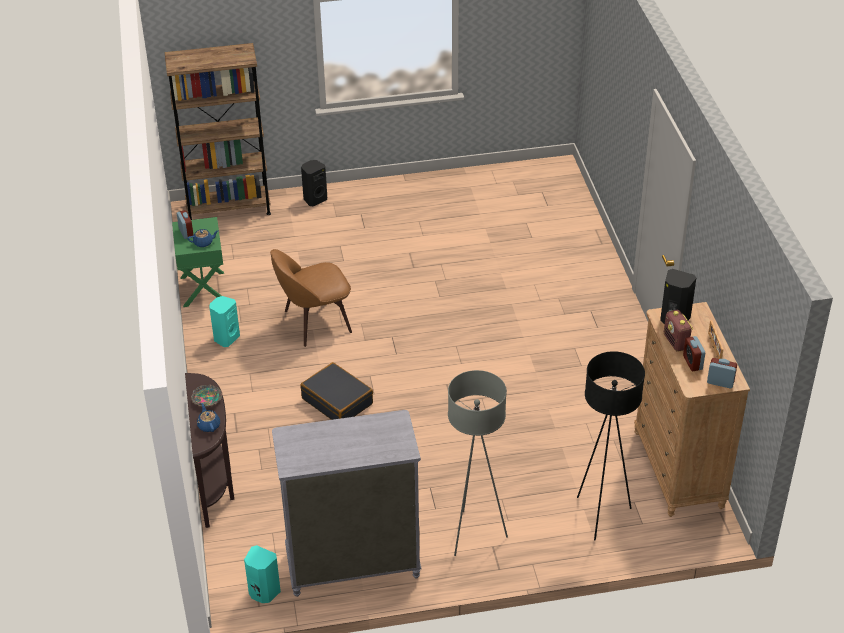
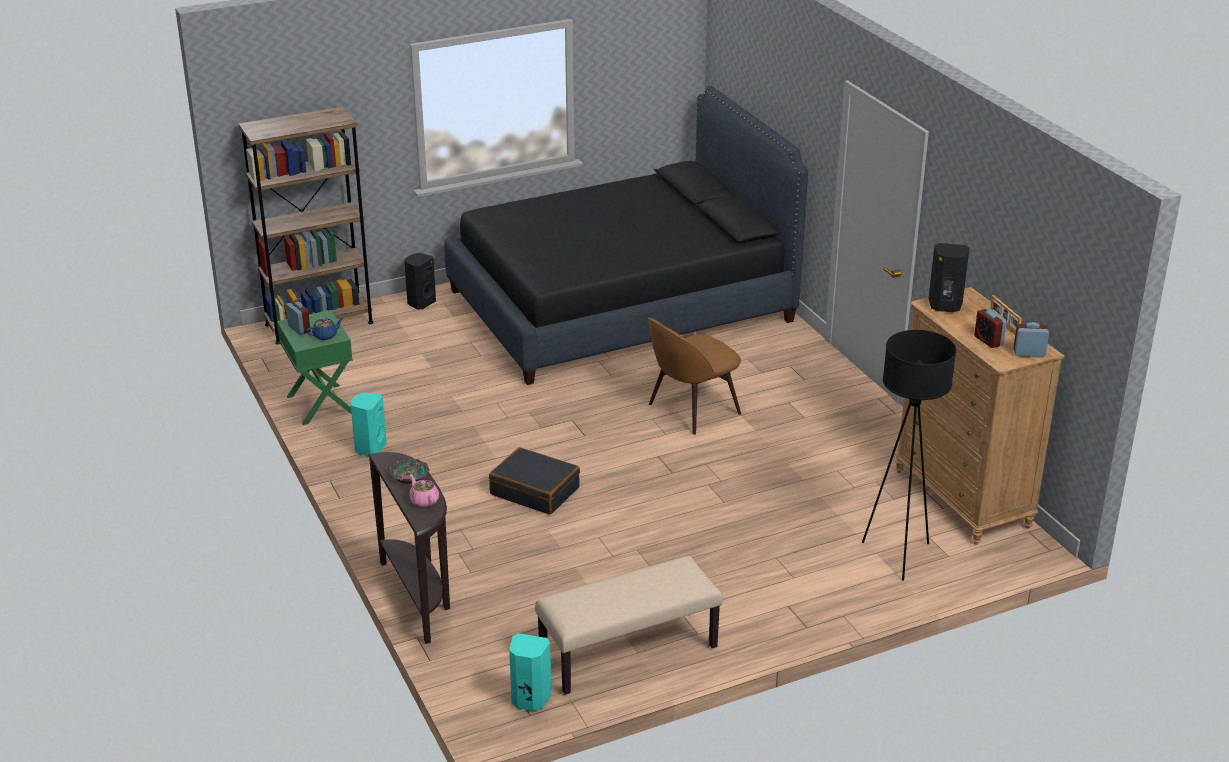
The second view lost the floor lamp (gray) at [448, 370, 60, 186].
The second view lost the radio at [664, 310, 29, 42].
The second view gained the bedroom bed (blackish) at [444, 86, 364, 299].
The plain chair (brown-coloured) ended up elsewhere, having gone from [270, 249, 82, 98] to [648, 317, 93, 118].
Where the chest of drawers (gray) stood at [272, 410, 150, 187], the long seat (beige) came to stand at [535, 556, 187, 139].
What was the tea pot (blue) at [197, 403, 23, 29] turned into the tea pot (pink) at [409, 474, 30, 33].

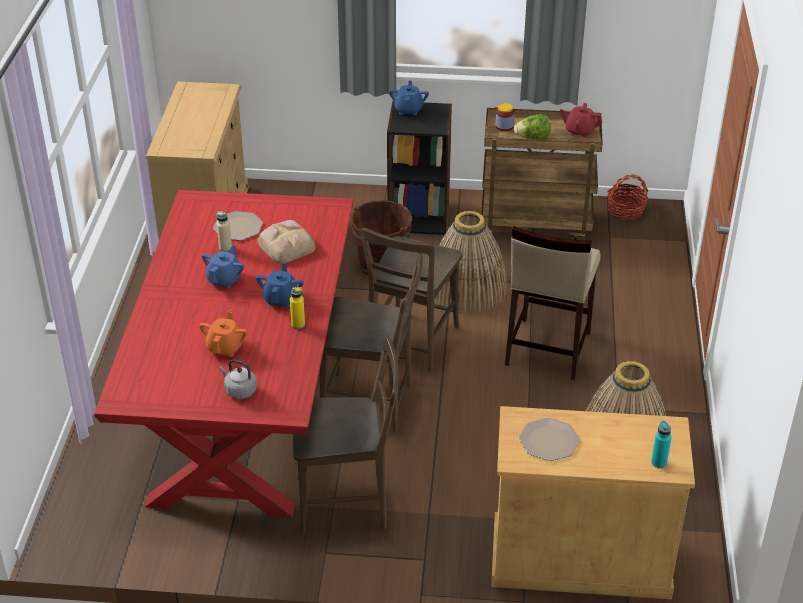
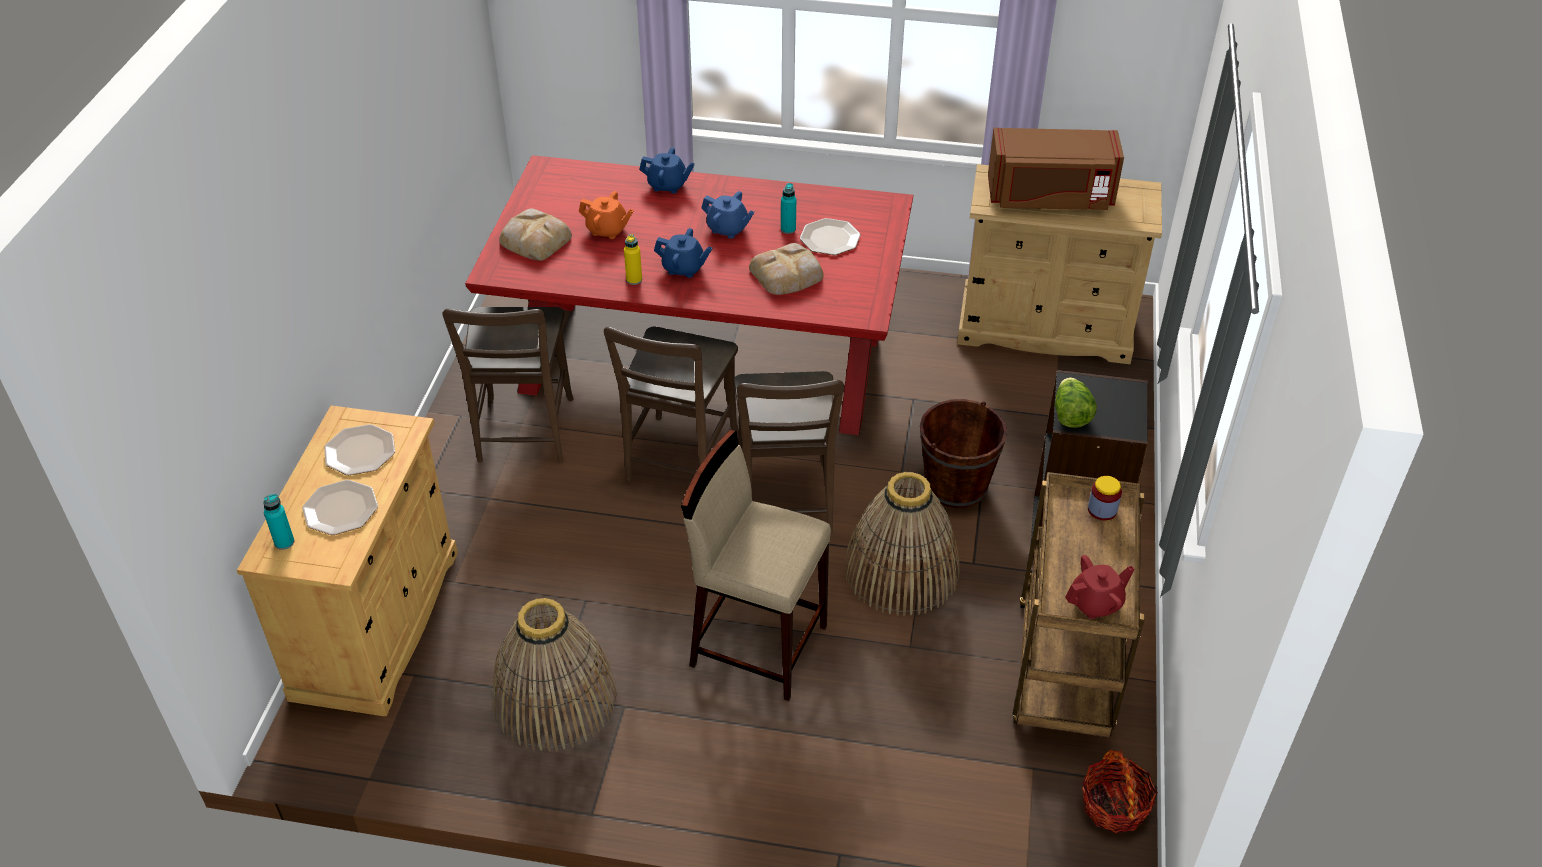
The second view gained the flat dish at [302, 480, 76, 55].
The second view gained the kitchen microwave (brown-coloured) at [988, 128, 136, 82].
The tea pot (blue) ended up elsewhere, having gone from [389, 80, 40, 35] to [639, 147, 56, 47].
The lettuce ended up elsewhere, having gone from [514, 114, 37, 26] to [1055, 377, 42, 51].
Where the water kettle (gray) stood at [219, 359, 38, 40], the bread came to stand at [499, 208, 73, 53].
What was the bottle (beige) at [217, 211, 15, 41] turned into the bottle (blue-green) at [781, 183, 15, 51].
The plain chair (brown-coloured) at [361, 228, 102, 144] ended up facing another way, 120 degrees counterclockwise from before.
The tea pot (red) at [560, 103, 42, 34] ended up facing another way, 45 degrees clockwise from before.

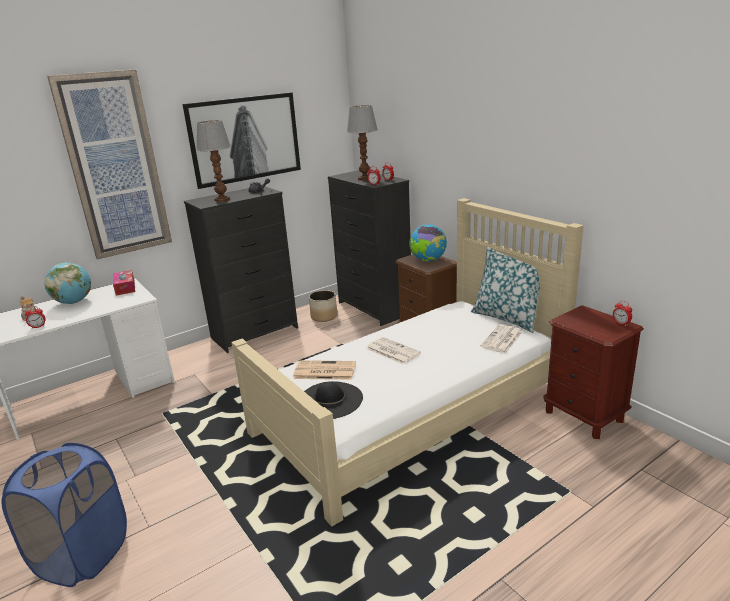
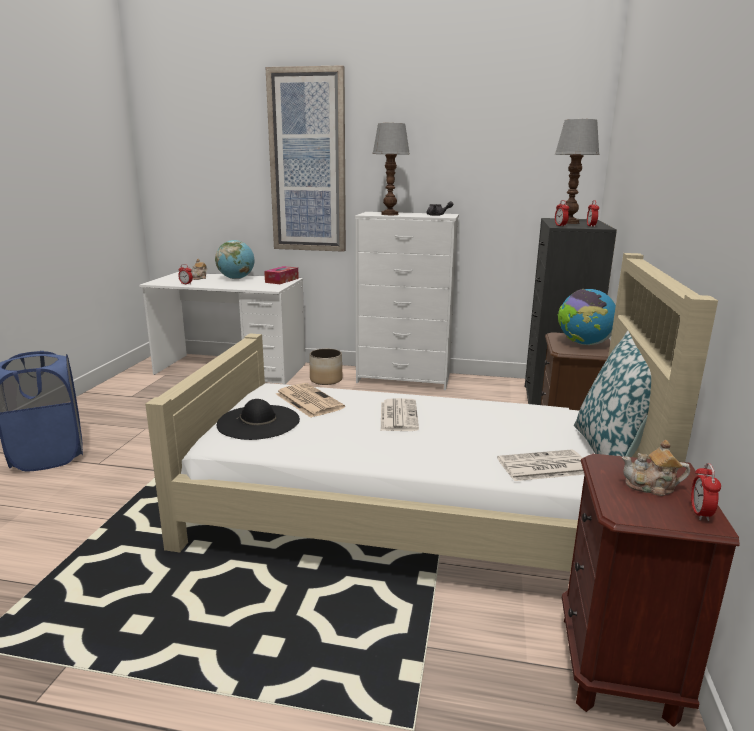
The second view lost the wall art at [183, 92, 118, 97].
The second view gained the tea pot at [622, 440, 68, 56].
The planter ended up elsewhere, having gone from [309, 290, 28, 32] to [309, 349, 33, 36].
What was the chest of drawers (blackish) at [184, 187, 114, 166] turned into the chest of drawers (whitish) at [355, 212, 104, 178].

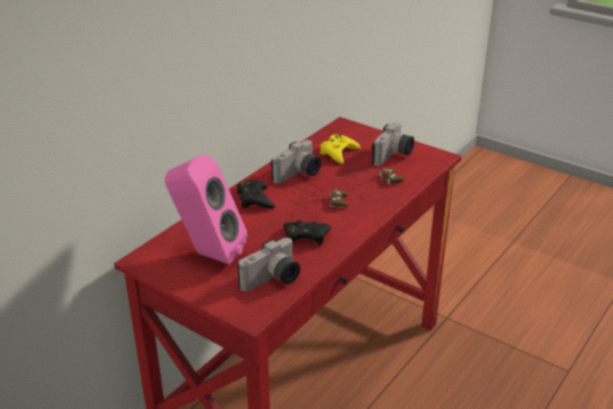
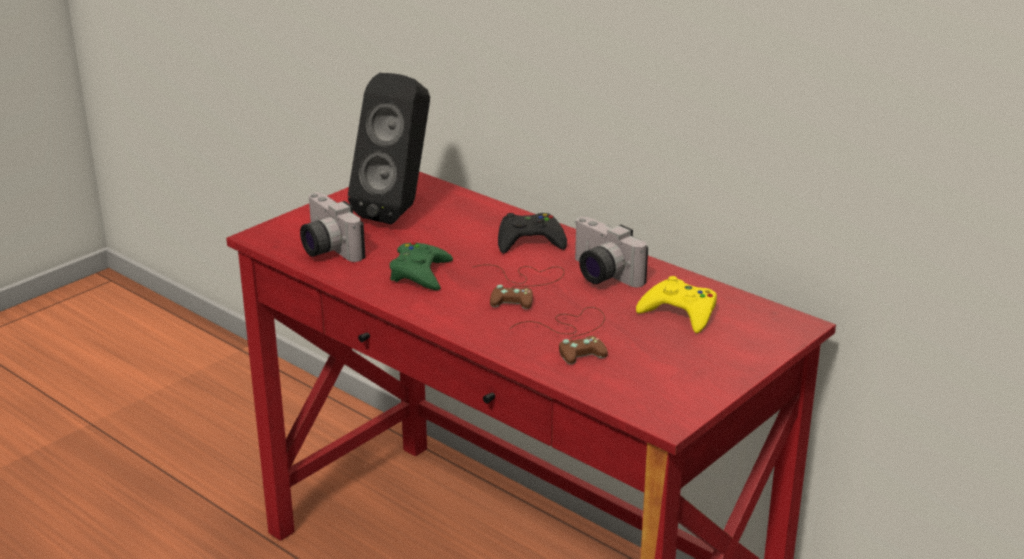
The second view lost the photo camera at [372, 122, 42, 44].
What was the audio speaker (pink) at [165, 155, 82, 110] turned into the audio speaker (blackish) at [348, 73, 82, 151].
What was the game controller (blackish) at [283, 220, 48, 26] turned into the game controller (greenish) at [390, 242, 63, 48].

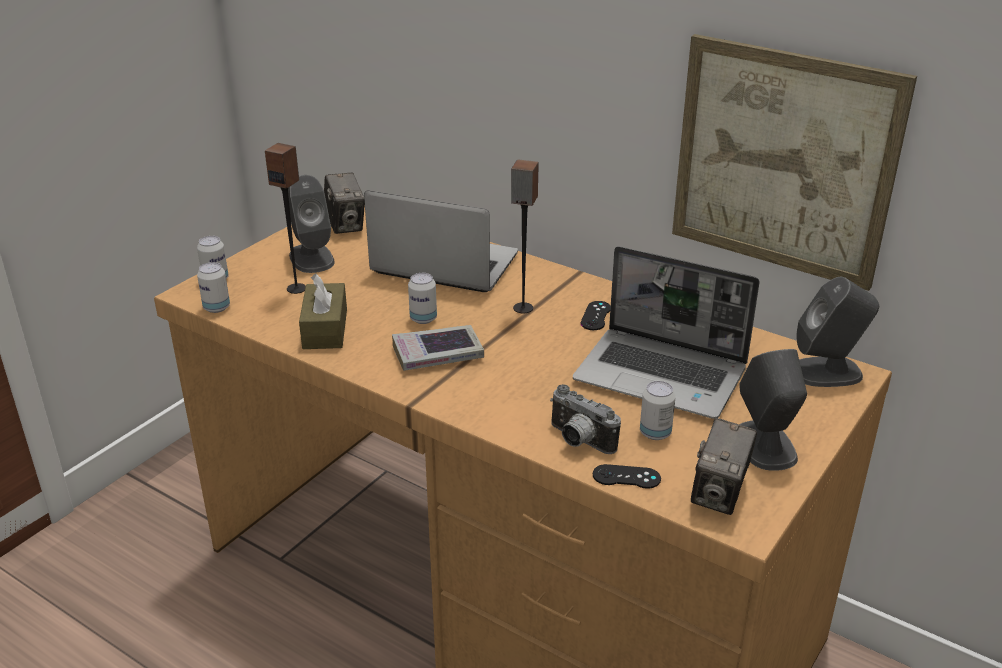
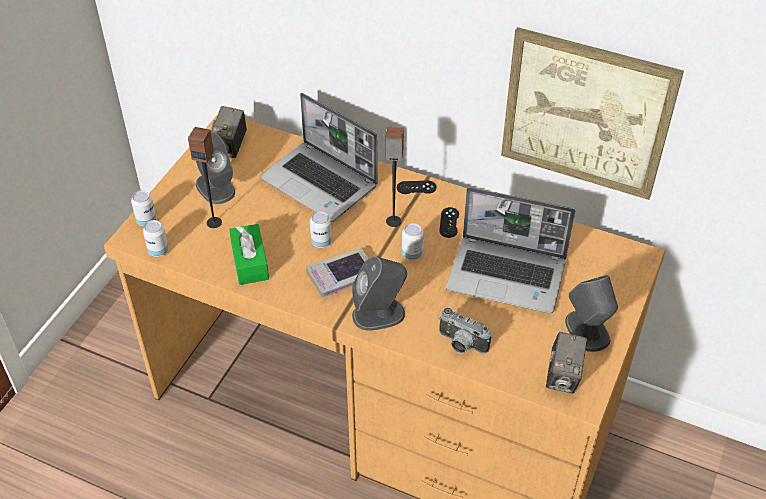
The game controller (blackish) ended up elsewhere, having gone from [593, 464, 68, 25] to [397, 181, 39, 13].
The sealed can ended up elsewhere, having gone from [640, 381, 36, 59] to [402, 223, 21, 37].
The audio speaker (gray) ended up elsewhere, having gone from [796, 277, 83, 110] to [352, 256, 55, 75].
What was the tissue box (brown-coloured) at [299, 274, 48, 75] turned into the tissue box (greenish) at [229, 224, 40, 61].
The photo camera at [324, 173, 41, 61] ended up facing another way, 45 degrees clockwise from before.
The laptop at [364, 190, 154, 102] ended up facing another way, 150 degrees counterclockwise from before.

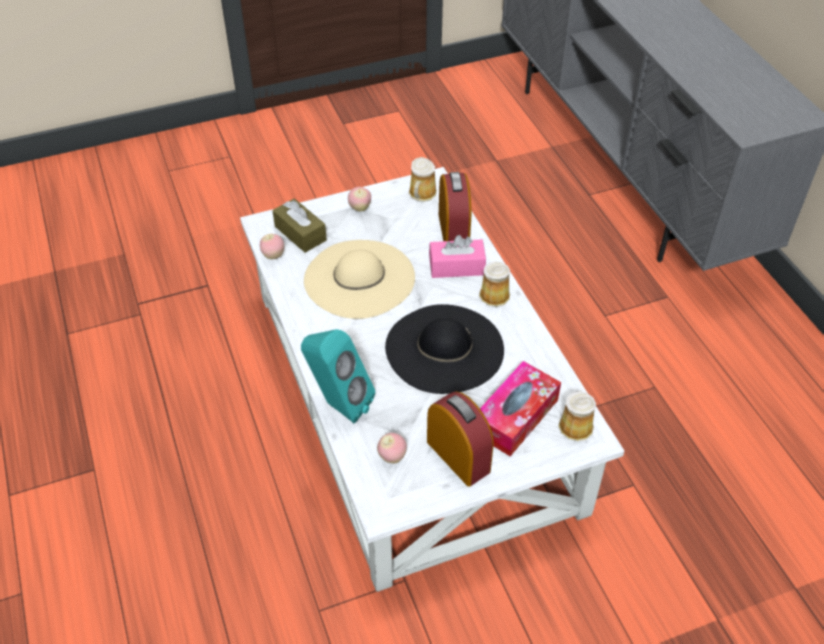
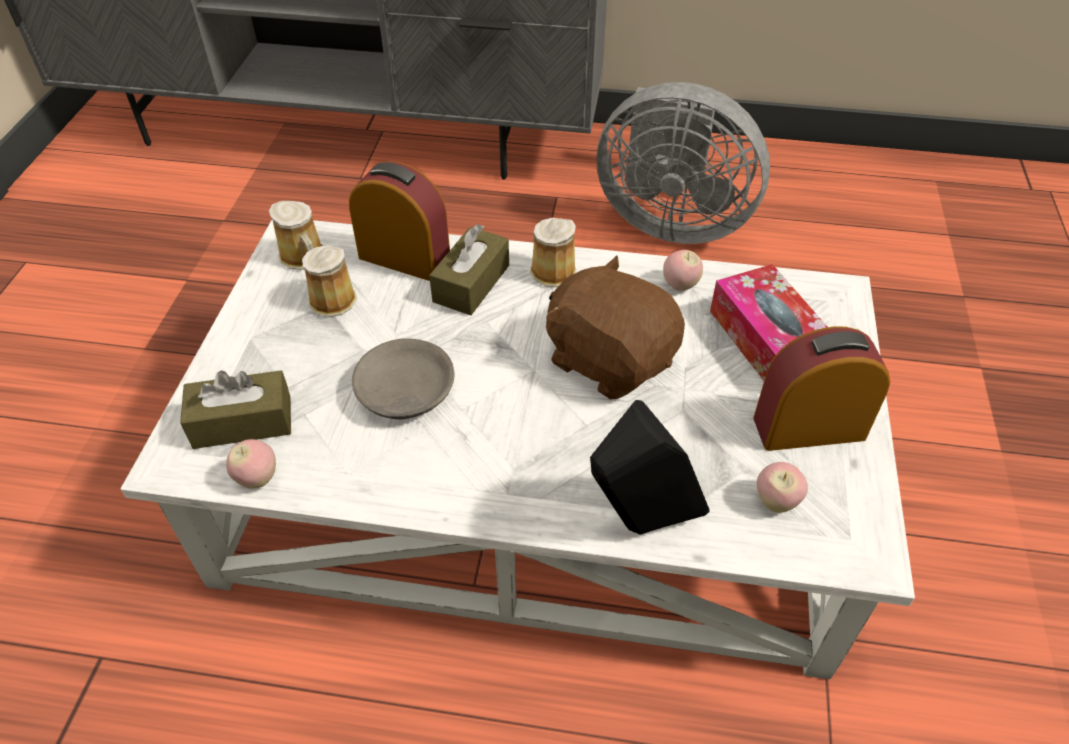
The second view gained the fan (gray) at [596, 82, 174, 162].
The whole apple ended up elsewhere, having gone from [348, 187, 23, 24] to [663, 250, 40, 41].
The tea mug ended up elsewhere, having gone from [558, 391, 38, 50] to [302, 245, 55, 72].
Where the hat (beige) stood at [304, 240, 111, 79], the serving bowl (gray) came to stand at [352, 338, 102, 81].
Where the hat (blackish) stood at [385, 304, 119, 90], the soft toy (brown-coloured) came to stand at [546, 255, 139, 144].
What was the audio speaker (blue-green) at [301, 329, 74, 94] turned into the audio speaker (blackish) at [590, 400, 119, 135].
What was the tissue box (pink) at [429, 235, 57, 43] turned into the tissue box (brown-coloured) at [429, 224, 80, 91].

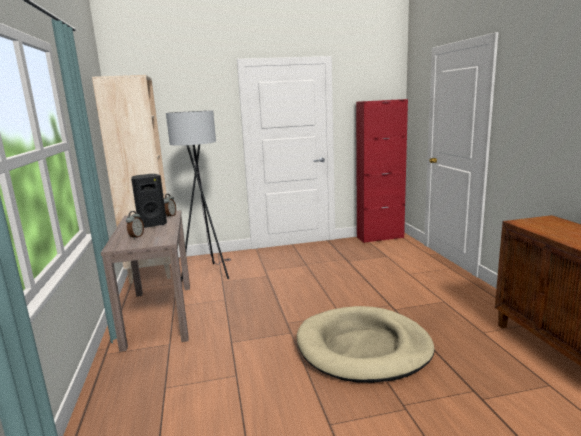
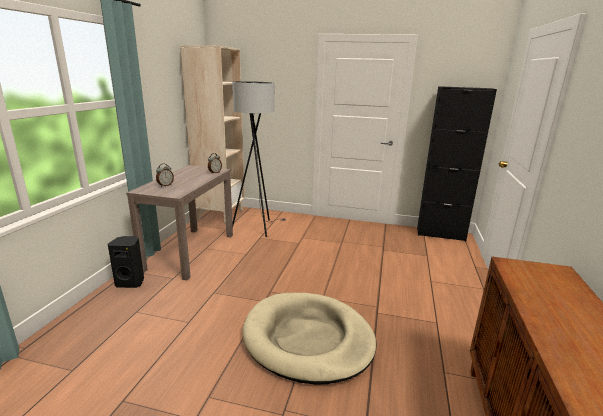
The audio speaker (blackish) ended up elsewhere, having gone from [131, 174, 36, 54] to [108, 236, 36, 52].
What was the storage cabinet (red) at [356, 99, 52, 144] turned into the storage cabinet (blackish) at [417, 86, 80, 155].

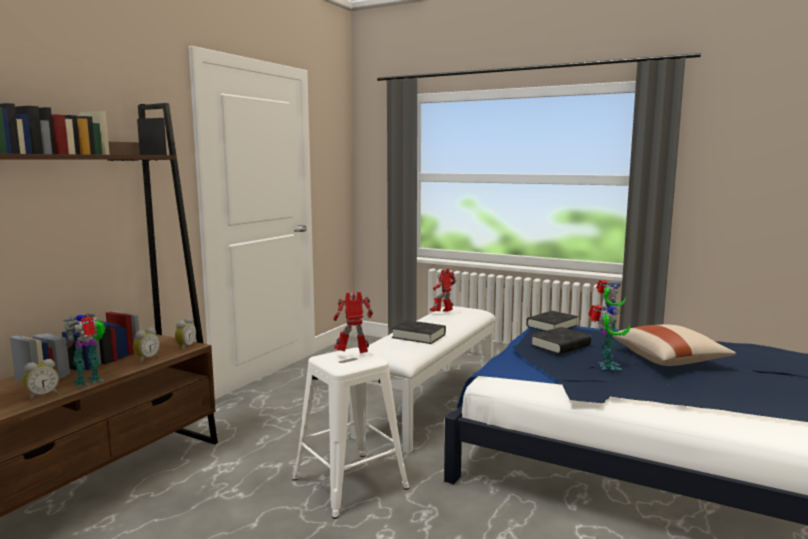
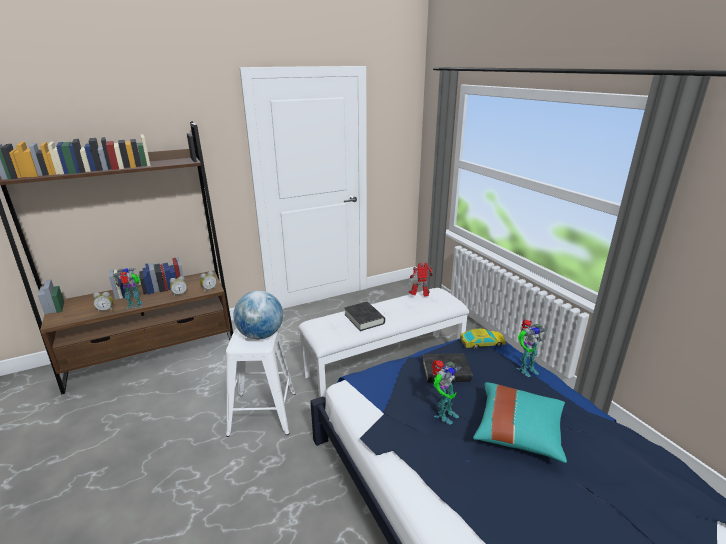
Where the toy robot stood at [334, 292, 39, 61], the desk globe came to stand at [233, 291, 50, 48].
Where the book (blackish) stood at [526, 311, 52, 20], the miniature car came to stand at [460, 328, 46, 21].
What was the throw pillow (beige) at [613, 325, 123, 41] turned into the throw pillow (blue-green) at [473, 382, 94, 81].

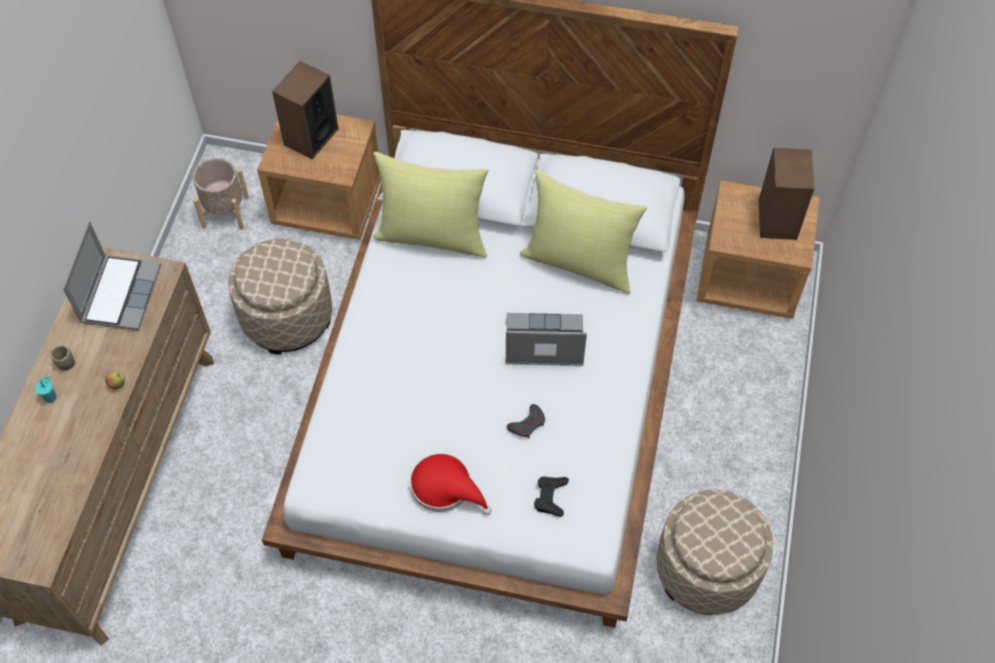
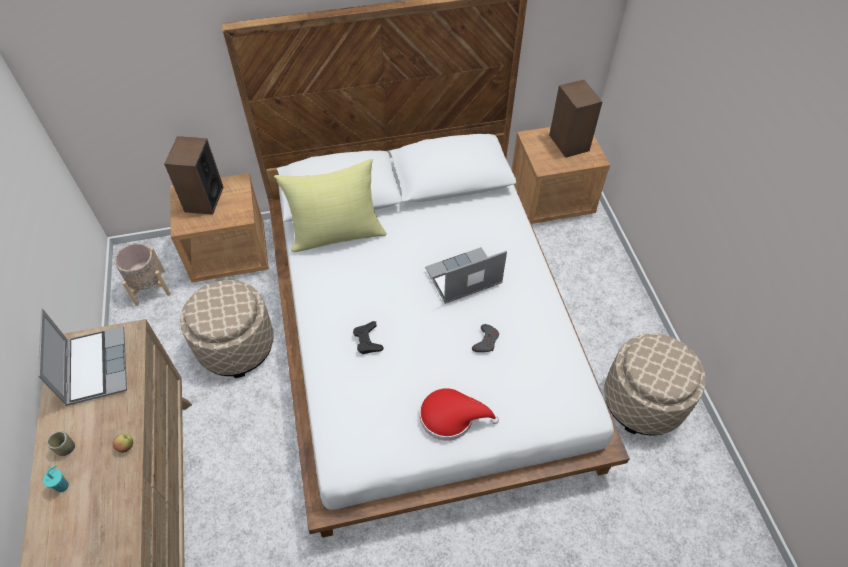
The second view lost the throw pillow (yellow) at [520, 170, 127, 124].
The game controller (blackish) ended up elsewhere, having gone from [534, 477, 35, 40] to [353, 321, 31, 33].

